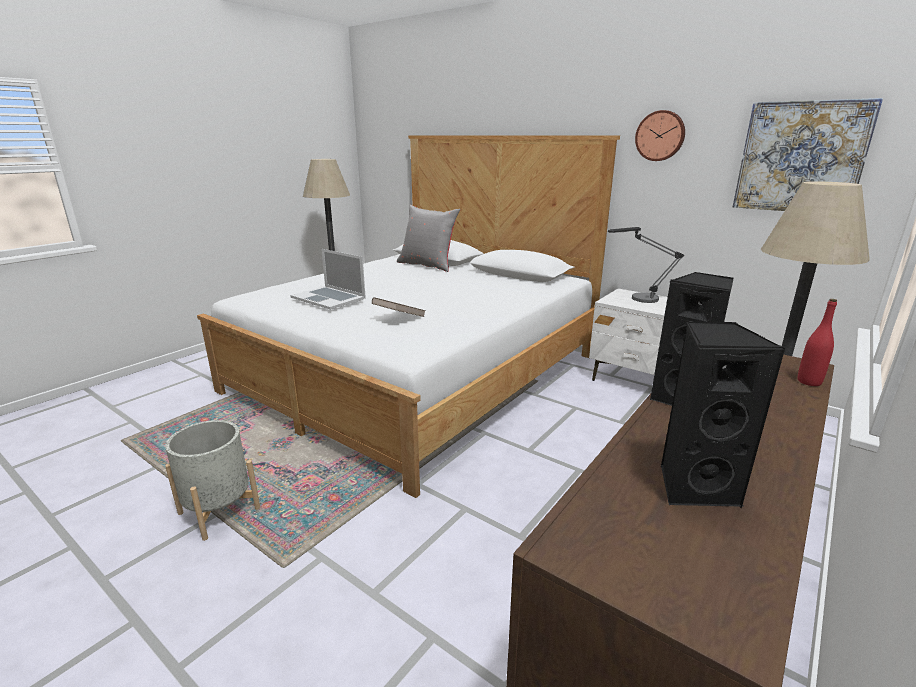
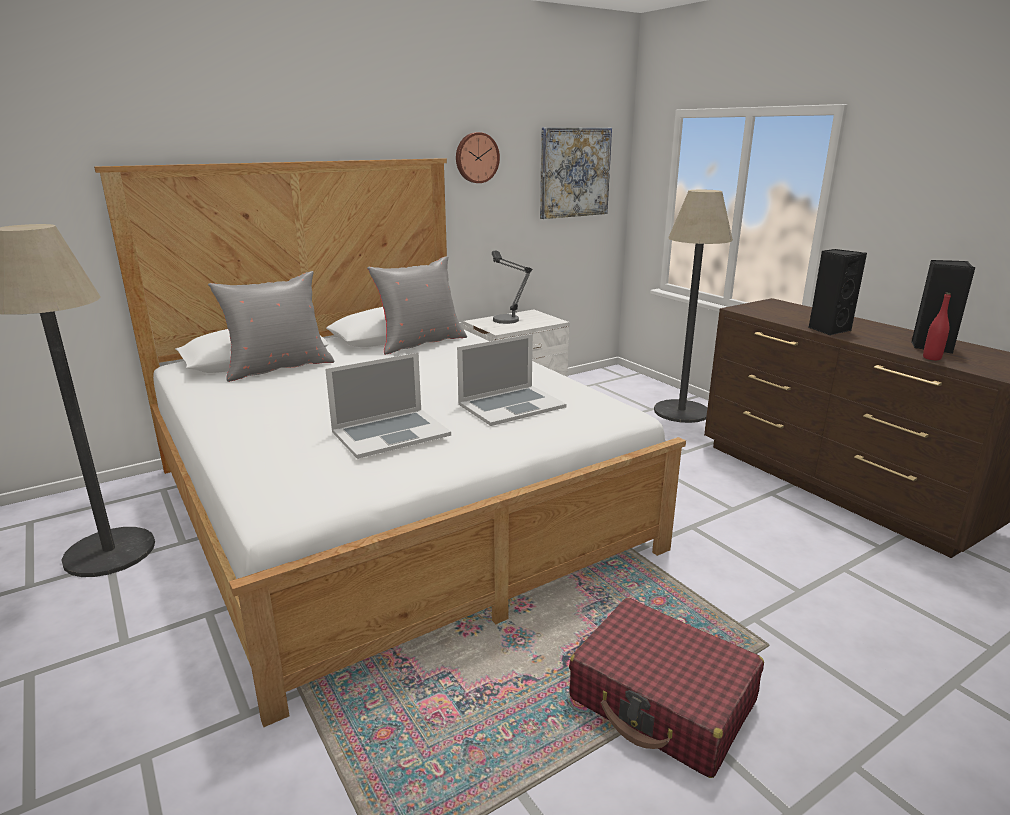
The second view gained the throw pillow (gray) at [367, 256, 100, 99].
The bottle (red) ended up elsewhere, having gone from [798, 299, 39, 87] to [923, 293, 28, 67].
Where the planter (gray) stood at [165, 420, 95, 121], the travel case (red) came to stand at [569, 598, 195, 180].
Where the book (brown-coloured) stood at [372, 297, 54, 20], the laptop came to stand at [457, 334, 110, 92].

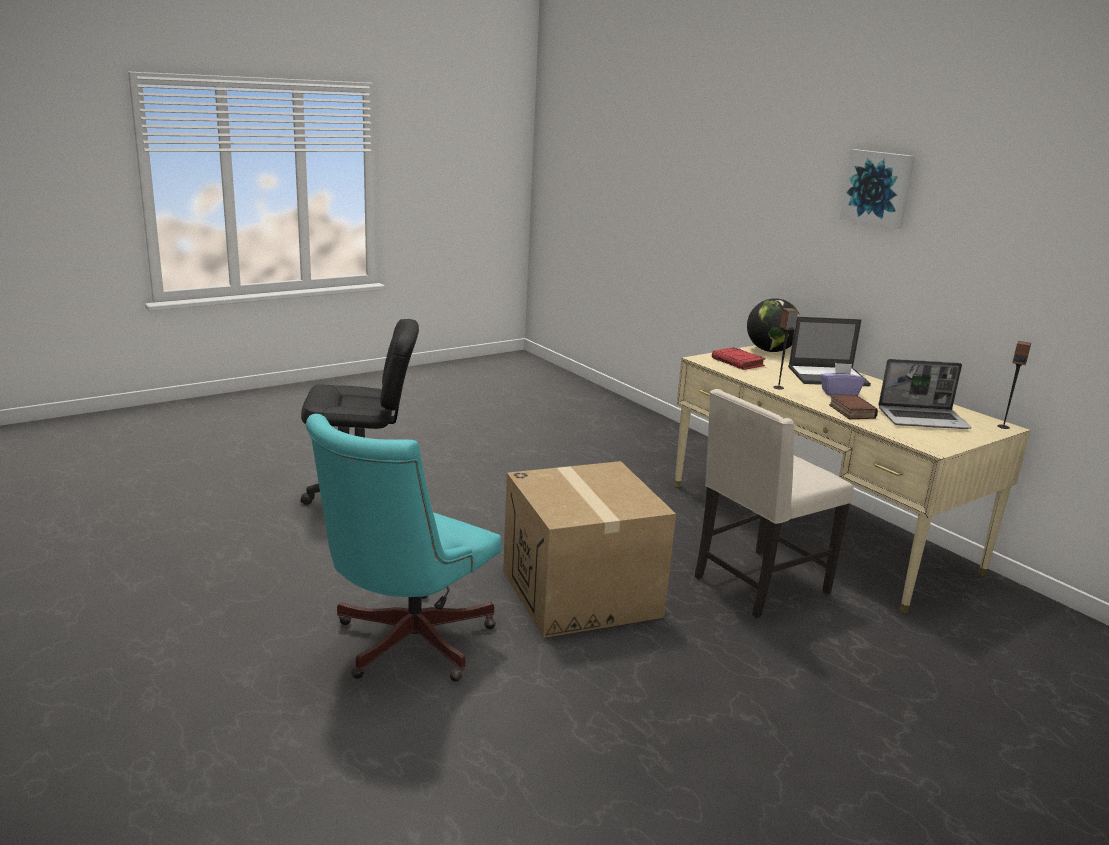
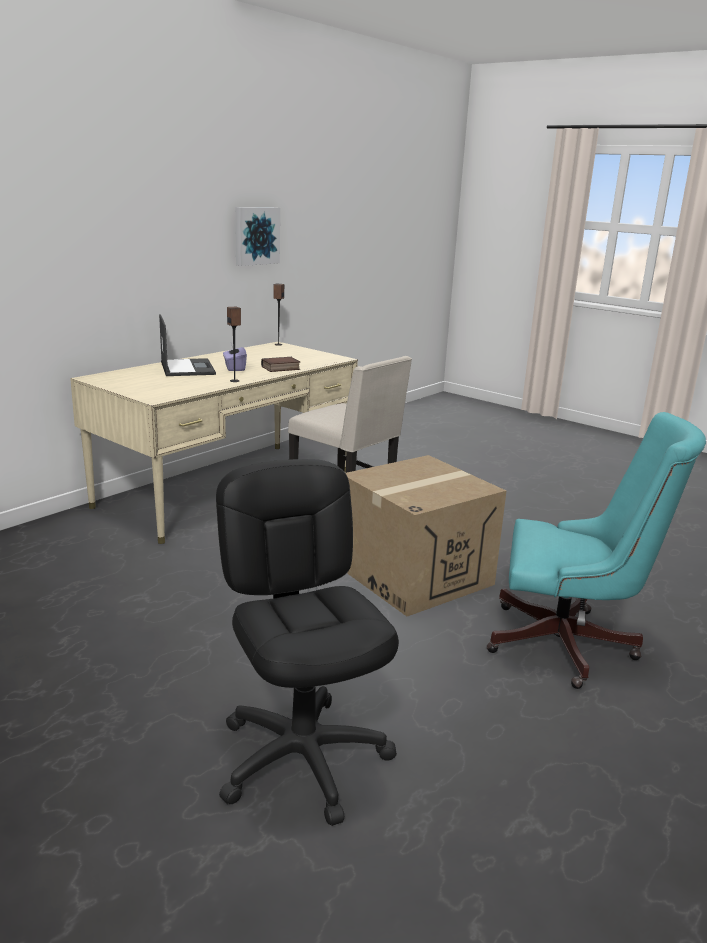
The second view lost the book (red) at [712, 347, 54, 23].
The second view lost the desk globe at [747, 298, 54, 54].
The second view lost the laptop at [878, 359, 93, 70].
The wall art ended up elsewhere, having gone from [840, 149, 75, 80] to [235, 207, 45, 59].

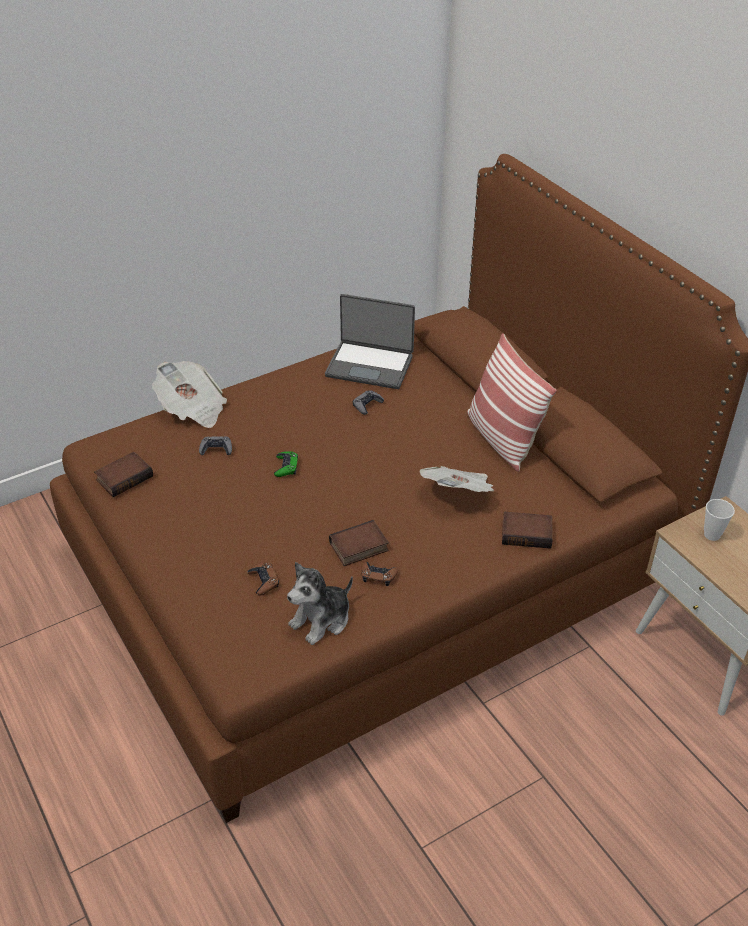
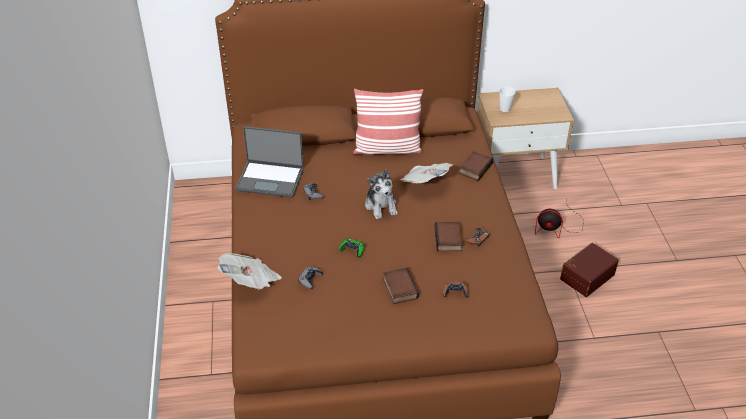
The second view gained the fan at [535, 199, 49, 39].
The second view gained the storage bin (brown-coloured) at [560, 243, 59, 54].
The book ended up elsewhere, having gone from [94, 452, 59, 45] to [383, 268, 36, 36].
The soft toy ended up elsewhere, having gone from [287, 562, 66, 83] to [365, 169, 33, 50].
The laptop at [325, 294, 90, 95] ended up facing another way, 60 degrees clockwise from before.

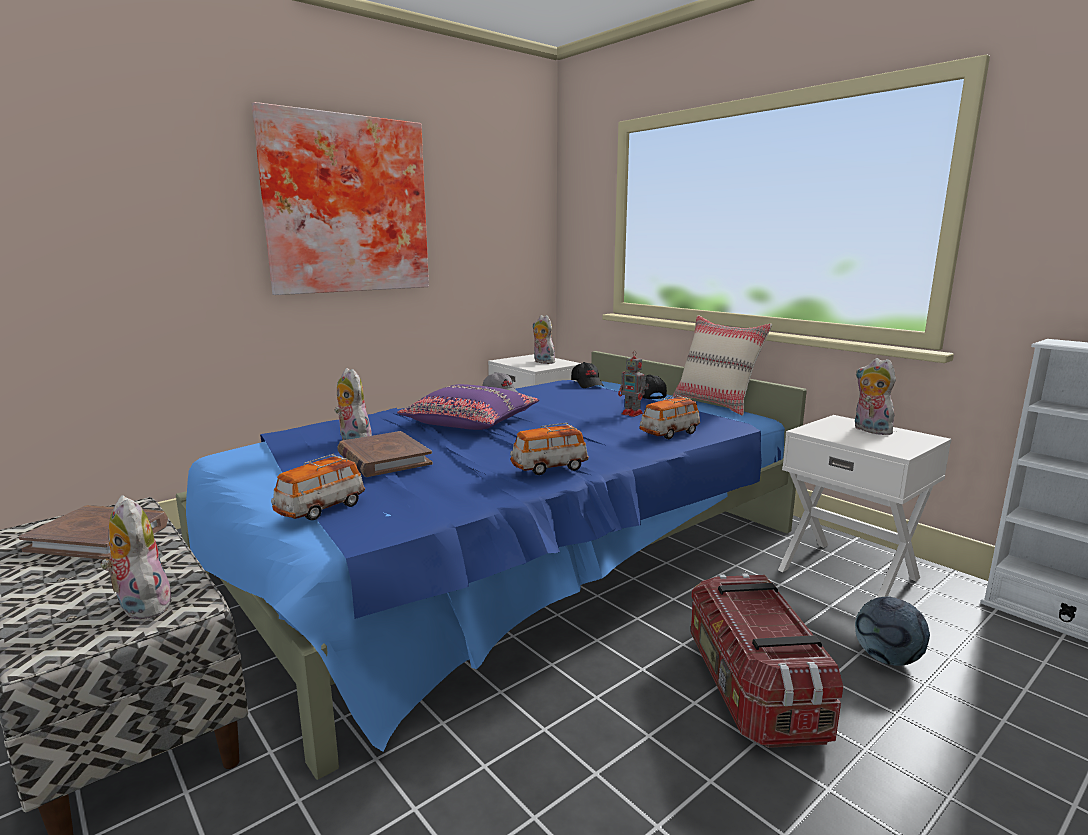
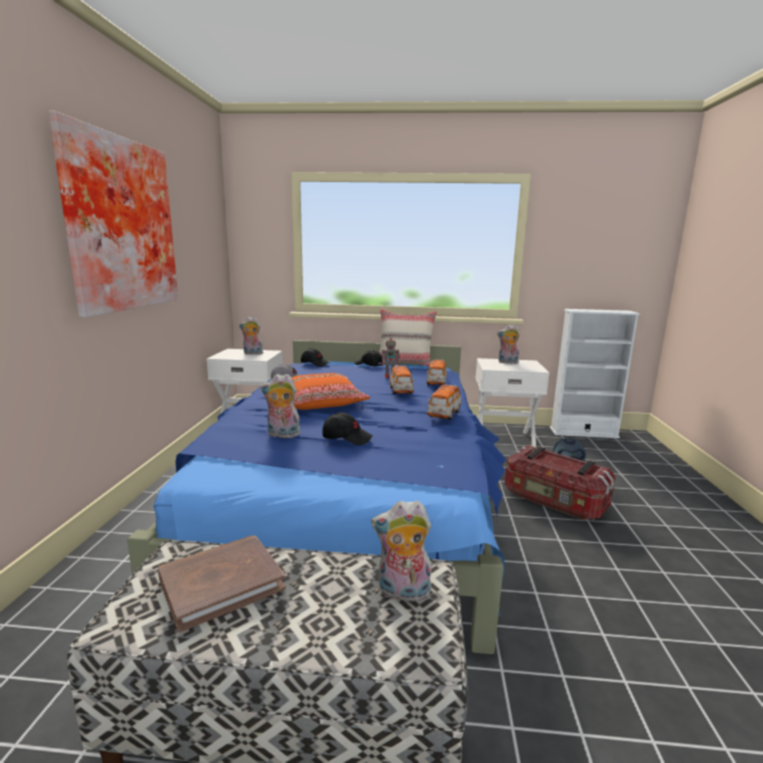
The miniature car ended up elsewhere, having gone from [271, 454, 94, 66] to [389, 365, 25, 29].
Where the book (brown-coloured) stood at [337, 431, 96, 46], the cap (blackish) came to stand at [322, 413, 51, 33].
What was the throw pillow (purple-coloured) at [397, 384, 142, 46] turned into the throw pillow (orangey) at [291, 373, 79, 37].

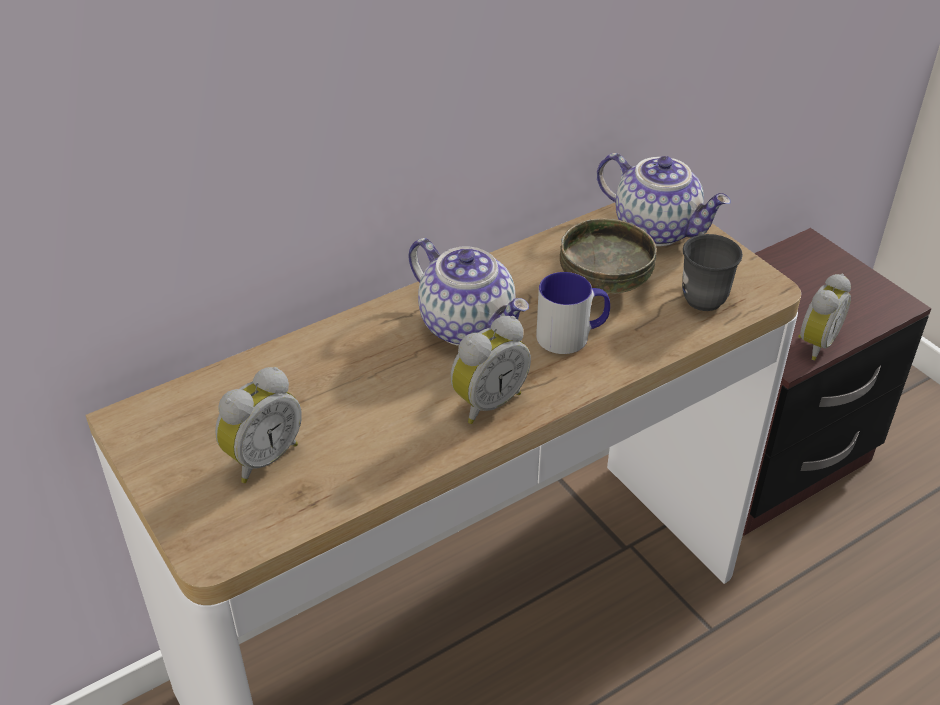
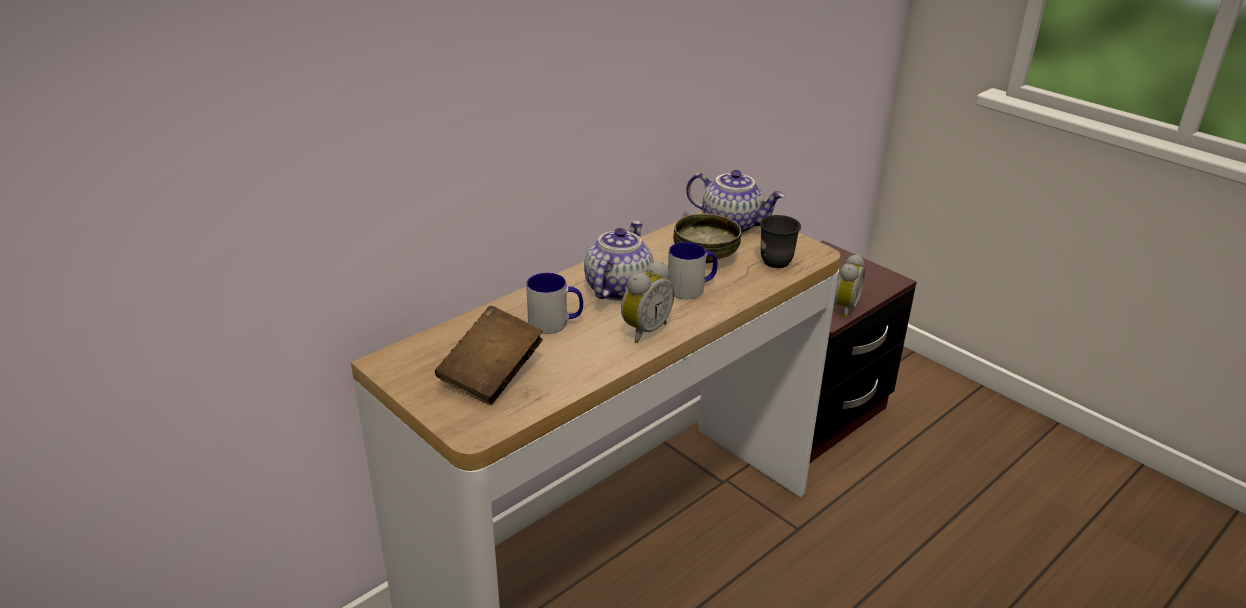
The second view gained the tea mug at [526, 273, 57, 61].
Where the bedside clock stood at [215, 367, 87, 116], the book (brown-coloured) came to stand at [435, 306, 108, 99].
The tea pot at [408, 238, 121, 108] ended up facing another way, 105 degrees counterclockwise from before.

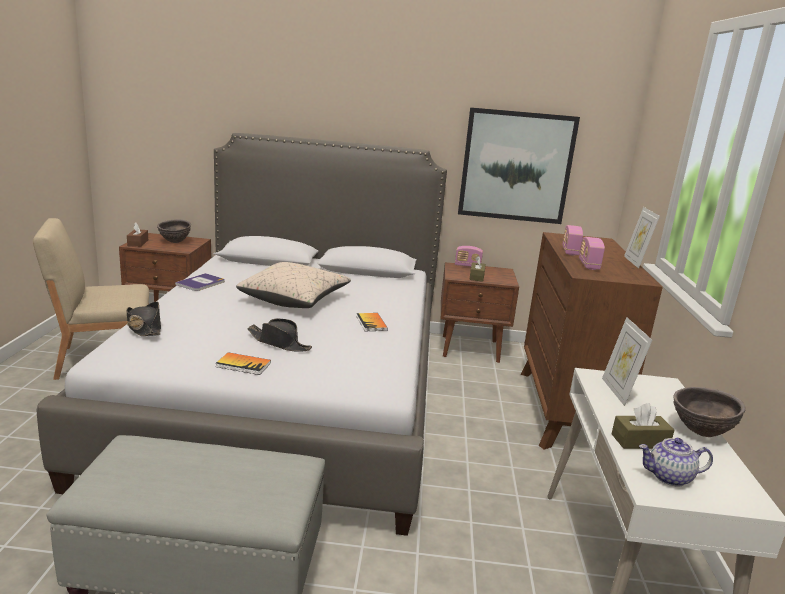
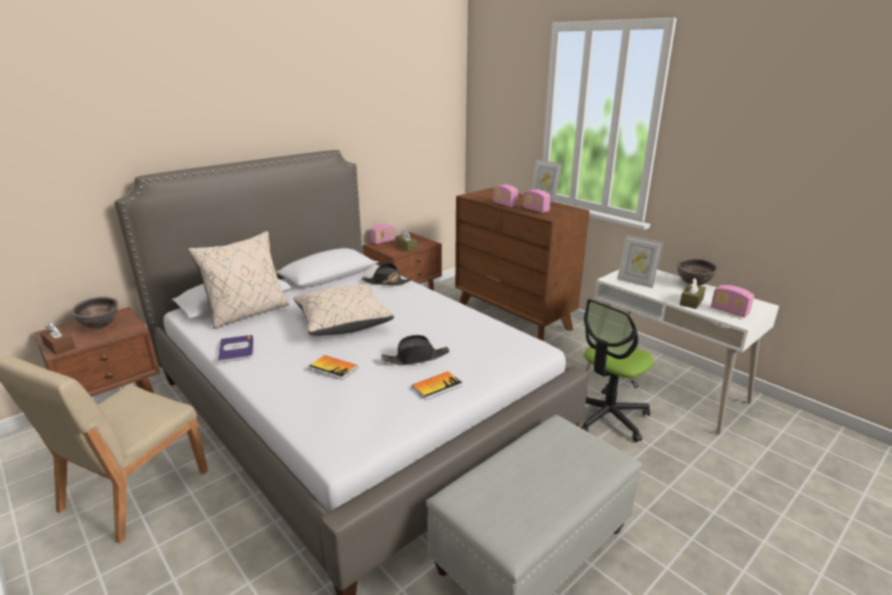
The second view lost the wall art at [458, 107, 122, 117].
The second view gained the throw pillow (beige) at [188, 231, 101, 98].
The second view gained the computer chair at [581, 299, 73, 143].
The hat (blackish) ended up elsewhere, having gone from [126, 302, 35, 34] to [361, 263, 52, 23].
The book ended up elsewhere, having gone from [356, 313, 32, 18] to [310, 355, 48, 25].
Where the tea pot stood at [639, 438, 74, 49], the radio came to stand at [711, 285, 43, 33].

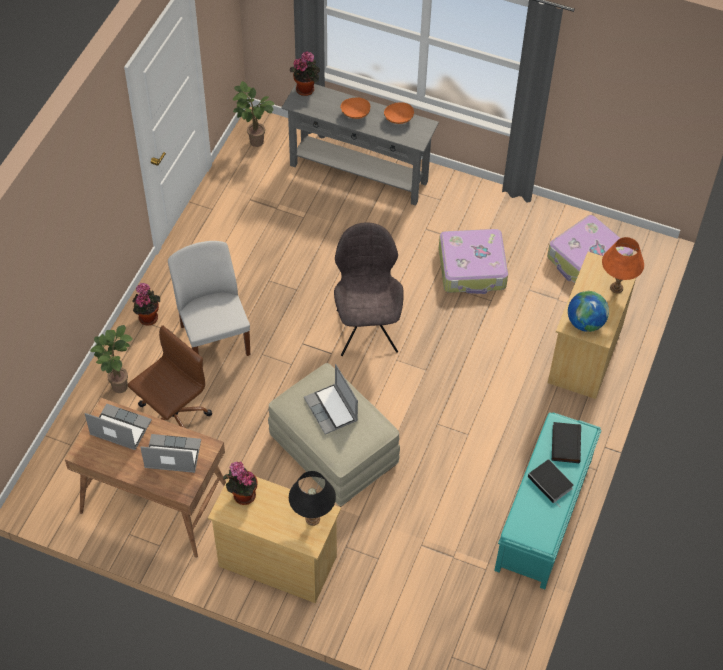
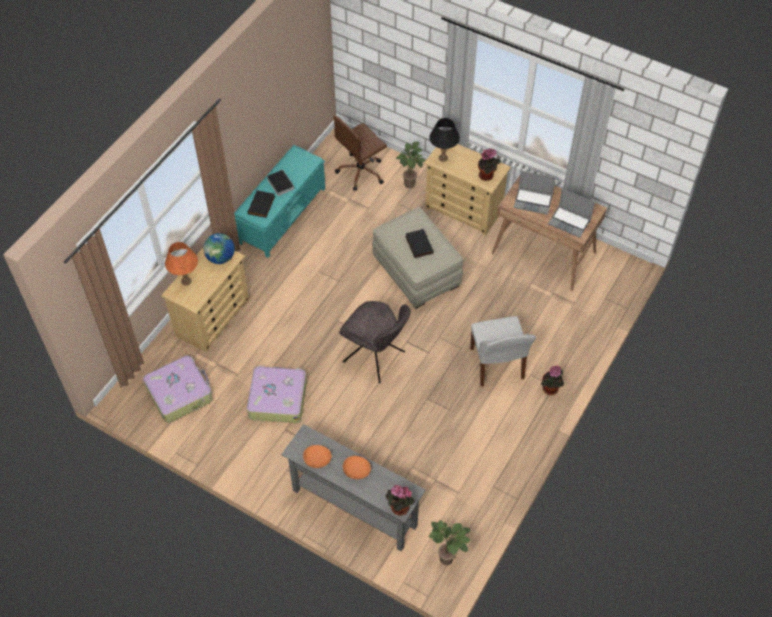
The plant in a pot ended up elsewhere, having gone from [90, 325, 42, 68] to [396, 141, 30, 47].
The computer chair (brown-coloured) ended up elsewhere, having gone from [128, 325, 84, 103] to [333, 116, 54, 75].
Where the laptop stood at [304, 364, 54, 70], the book (blackish) came to stand at [405, 229, 29, 29].
The plain chair (gray) at [334, 222, 70, 134] ended up facing another way, 60 degrees counterclockwise from before.

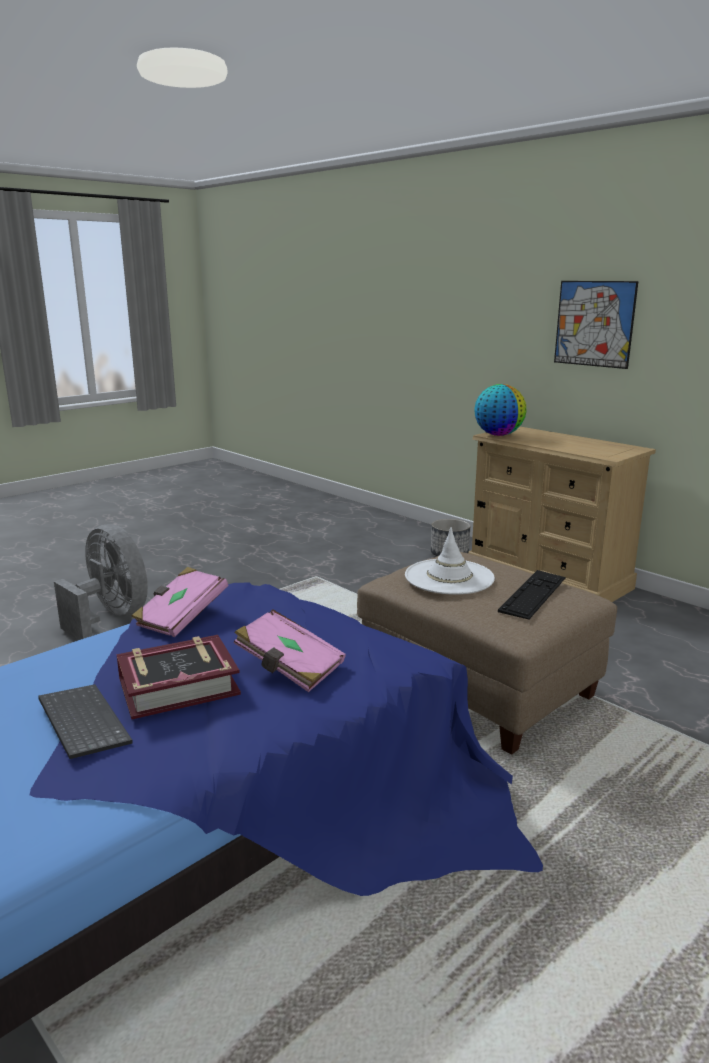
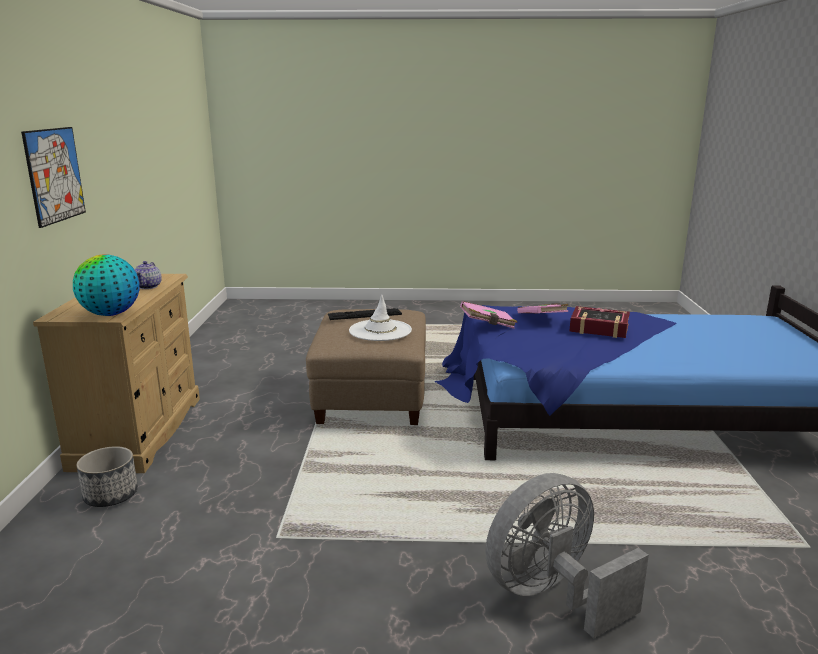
The second view lost the PC keyboard at [39, 684, 93, 75].
The second view gained the tea pot at [135, 261, 27, 28].
The book (pink) ended up elsewhere, having gone from [131, 567, 97, 70] to [460, 301, 57, 28].
The fan (gray) at [54, 524, 94, 116] ended up facing another way, 60 degrees clockwise from before.

